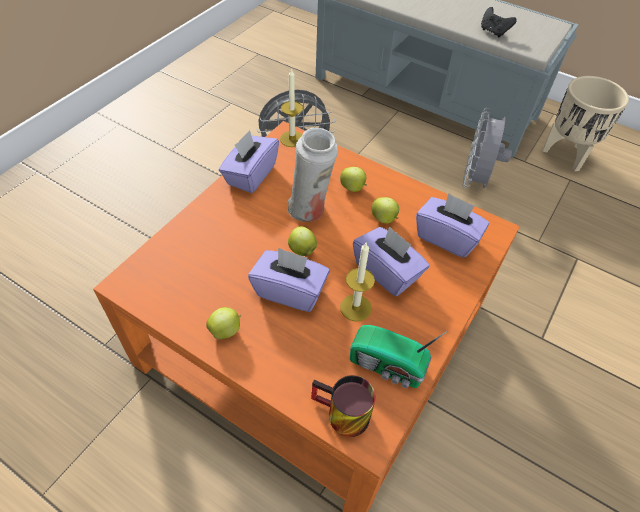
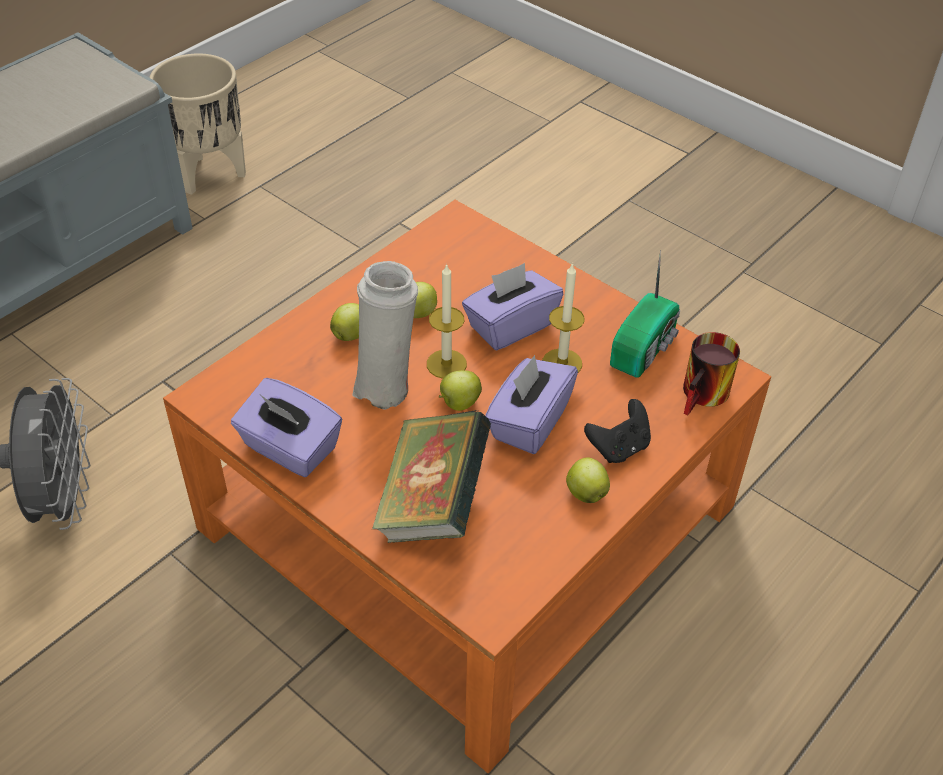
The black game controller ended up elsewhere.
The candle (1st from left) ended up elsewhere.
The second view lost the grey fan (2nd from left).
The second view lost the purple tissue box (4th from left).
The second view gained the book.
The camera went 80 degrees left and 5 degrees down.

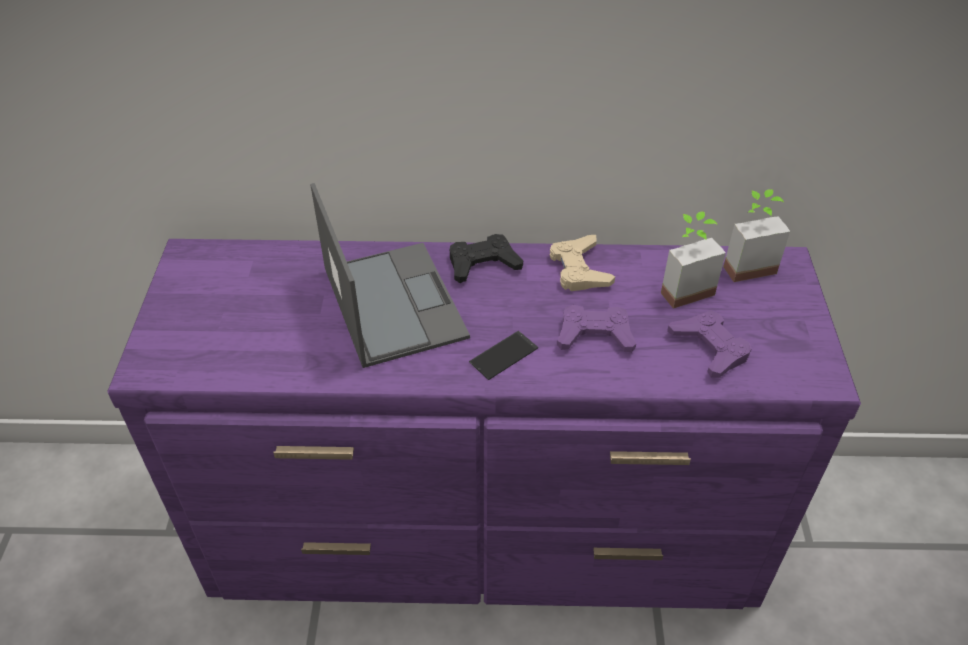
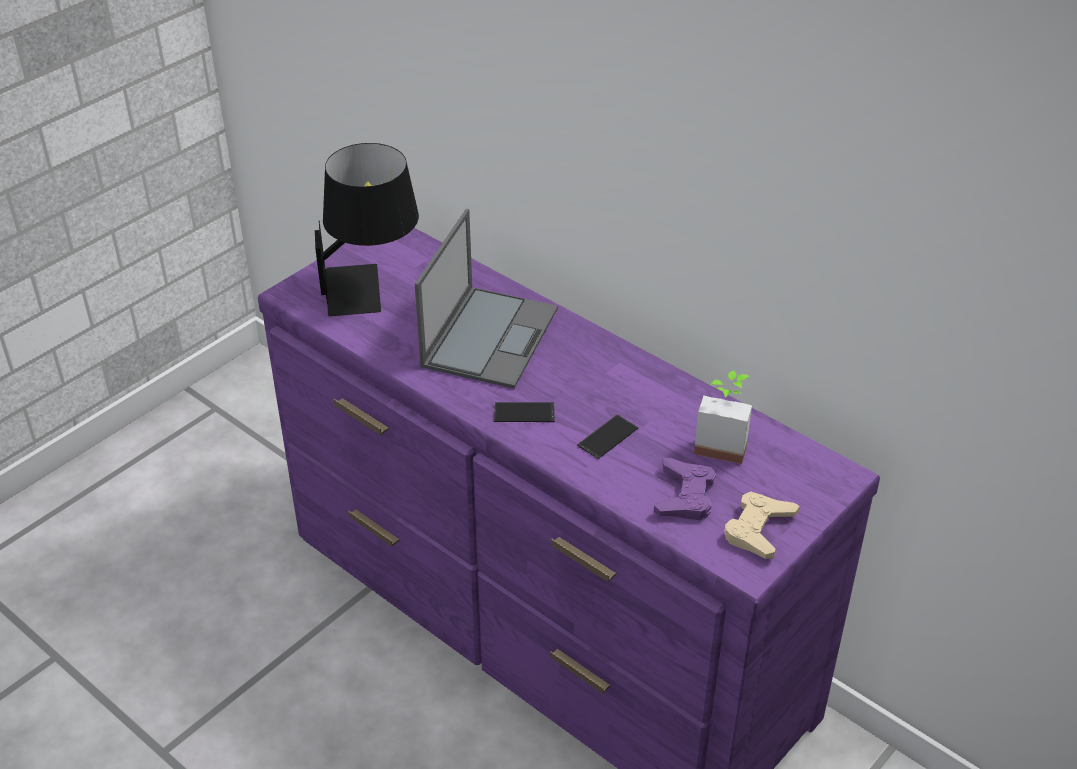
The second view lost the potted plant (2nd from left).
The second view lost the black game controller.
The beige game controller ended up elsewhere.
Where the purple game controller (1st from left) stood, the phone (2nd from left) came to stand.
The second view gained the black table lamp.
The camera went 40 degrees right and 5 degrees down.

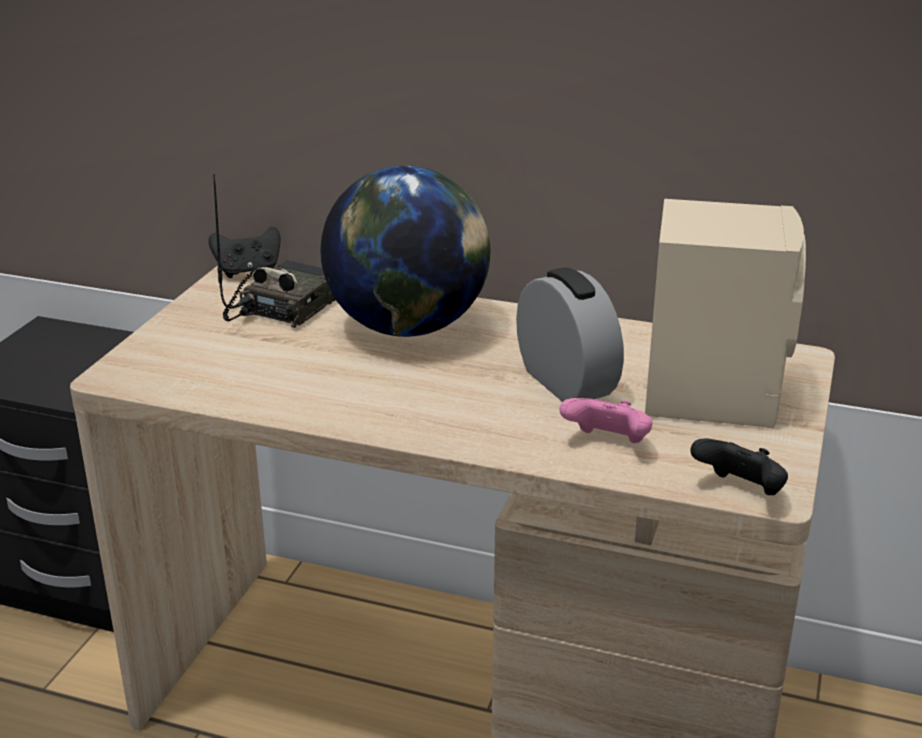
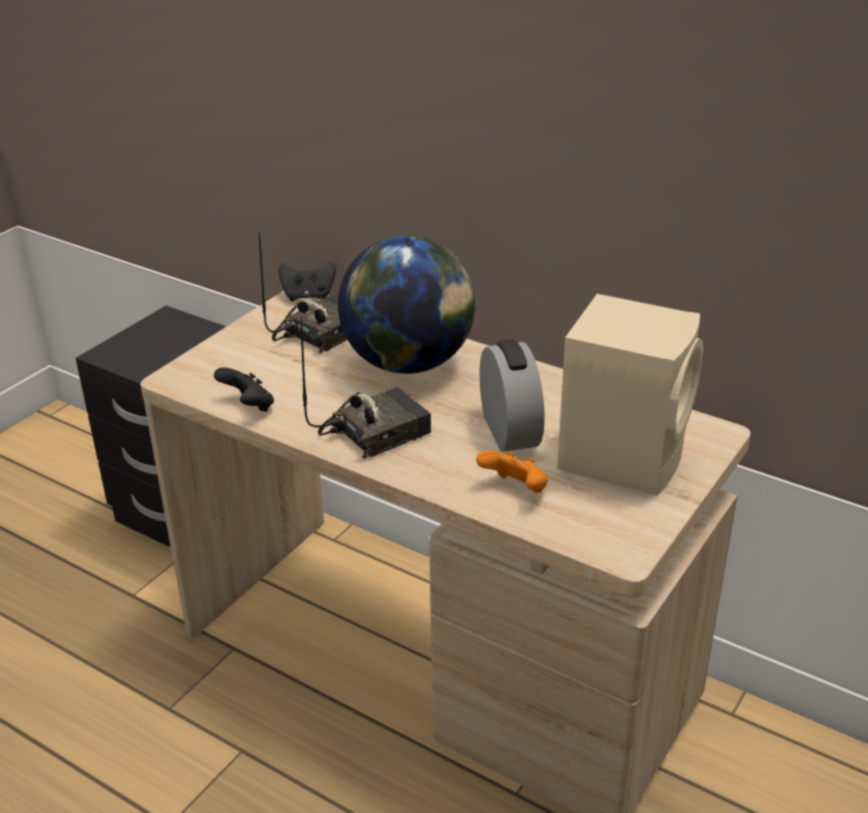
What was the pink game controller turned into the orange game controller.
The black game controller (2nd from left in the first image) ended up elsewhere.
The second view gained the radio (2nd from left).
The camera went 15 degrees right and 5 degrees up.

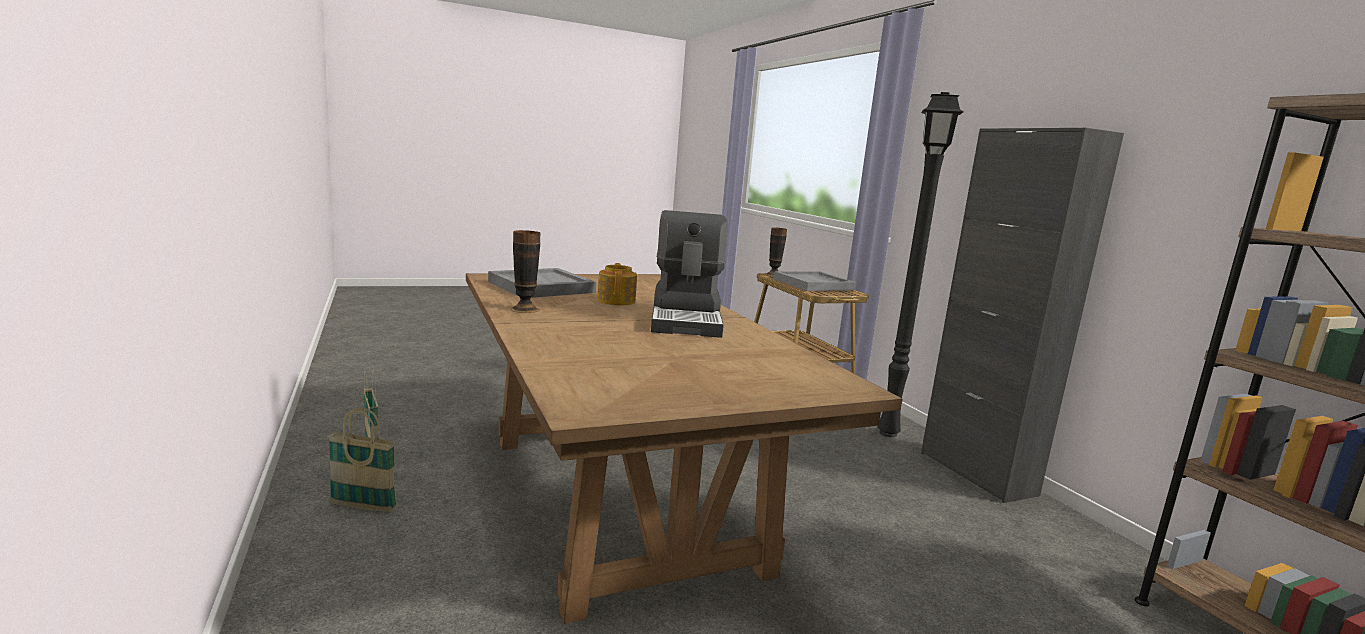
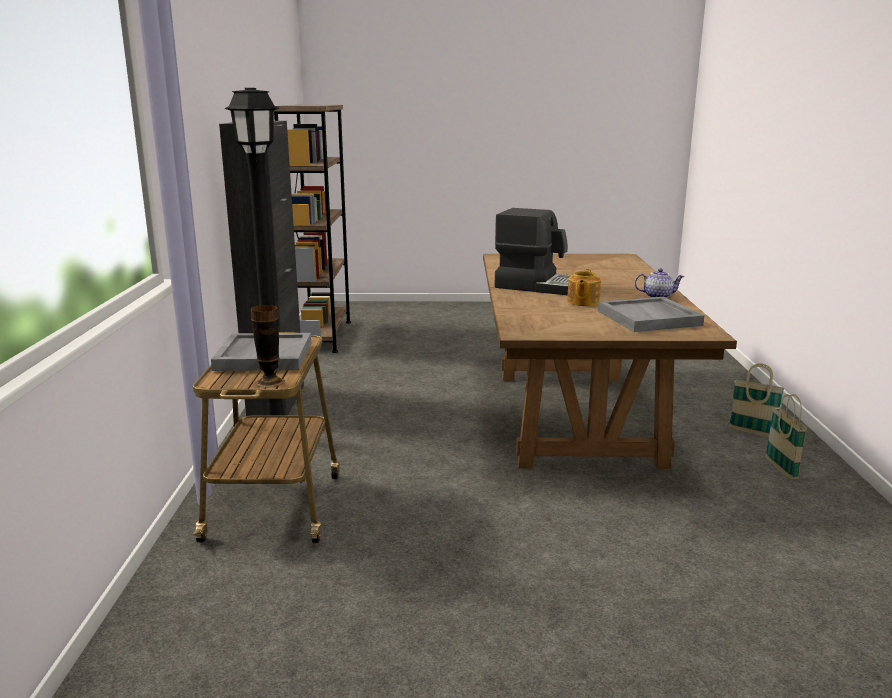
The coffee machine ended up facing another way, 90 degrees clockwise from before.
Where the vase (1st from left) stood, the teapot (2nd from left) came to stand.
The camera went 155 degrees left and 5 degrees up.

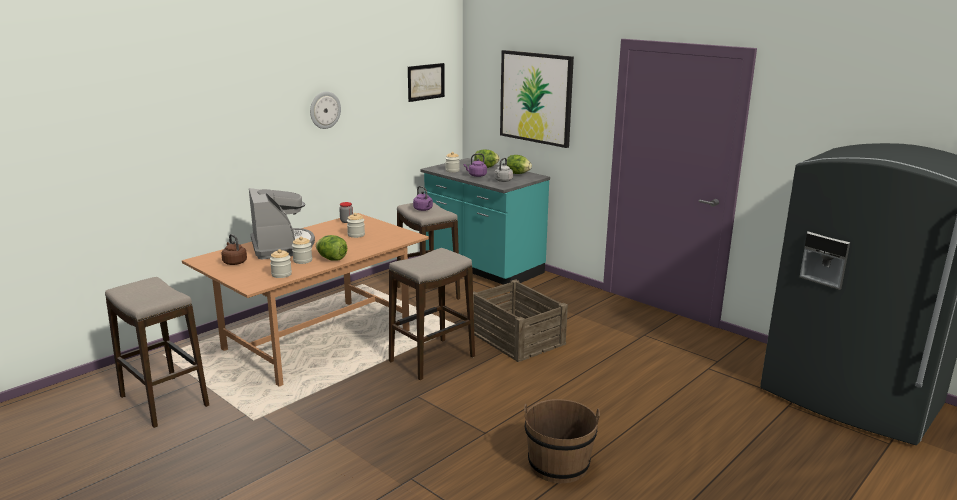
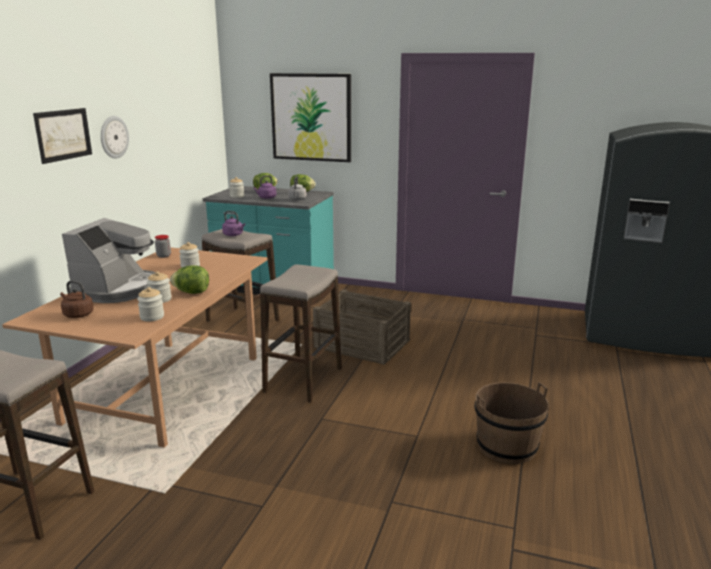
The picture (1st from left) ended up elsewhere.
The coffee machine ended up facing another way, 60 degrees clockwise from before.
The camera went 25 degrees left and 0 degrees up.

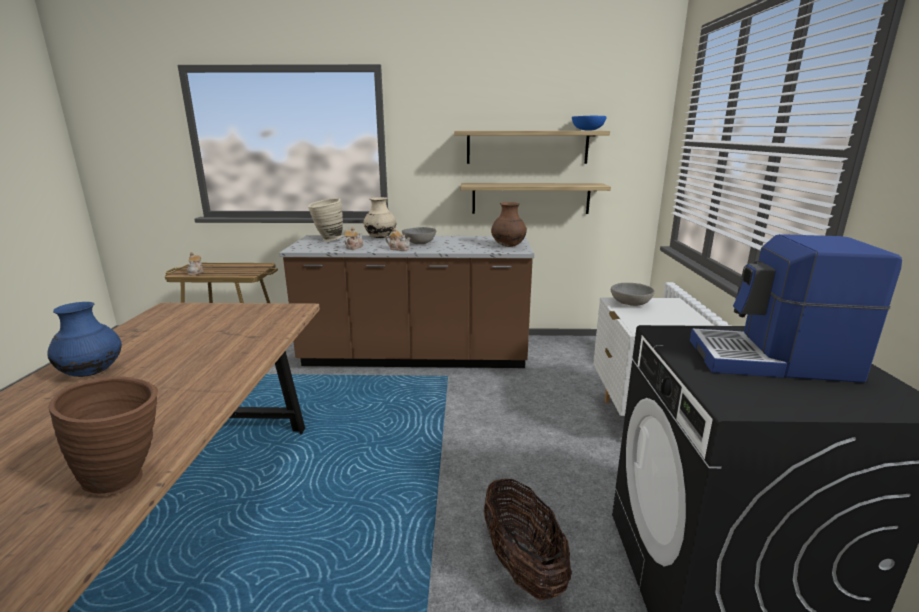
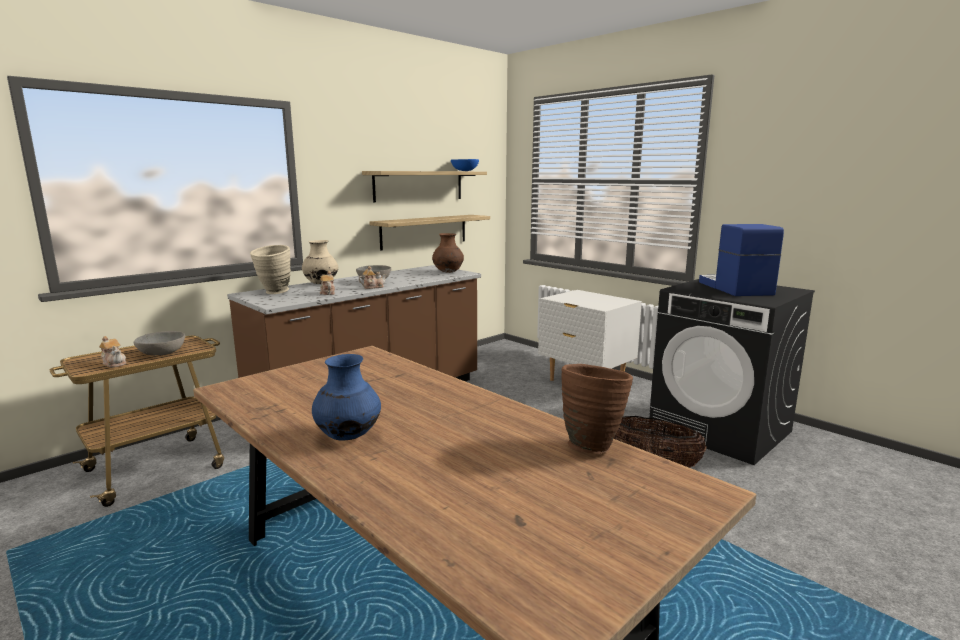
The coffee machine ended up facing another way, 120 degrees clockwise from before.
The grey bowl (2nd from left in the first image) ended up elsewhere.
The camera went 45 degrees left and 5 degrees down.

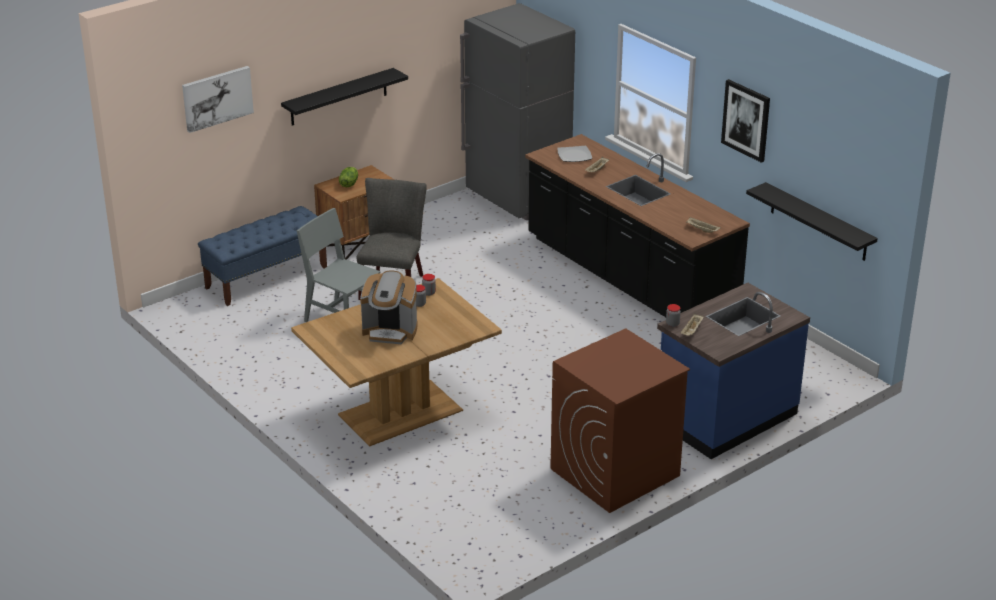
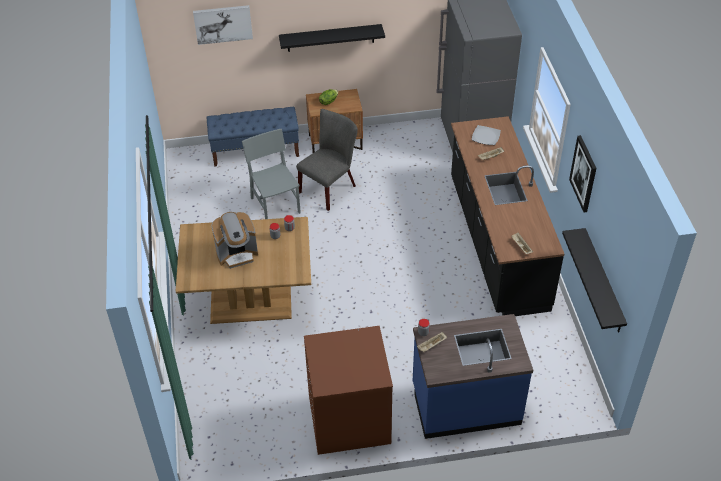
The coffee machine ended up facing another way, 60 degrees counterclockwise from before.
The camera went 30 degrees right and 15 degrees up.

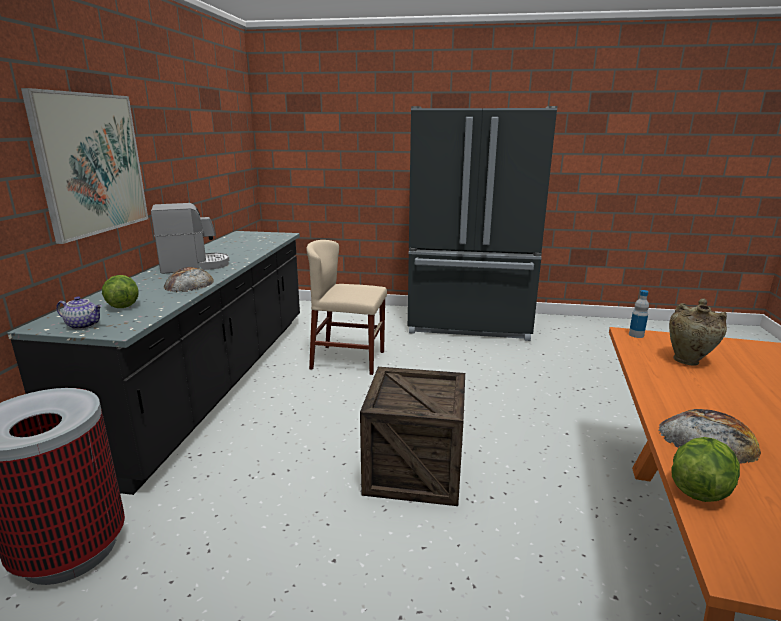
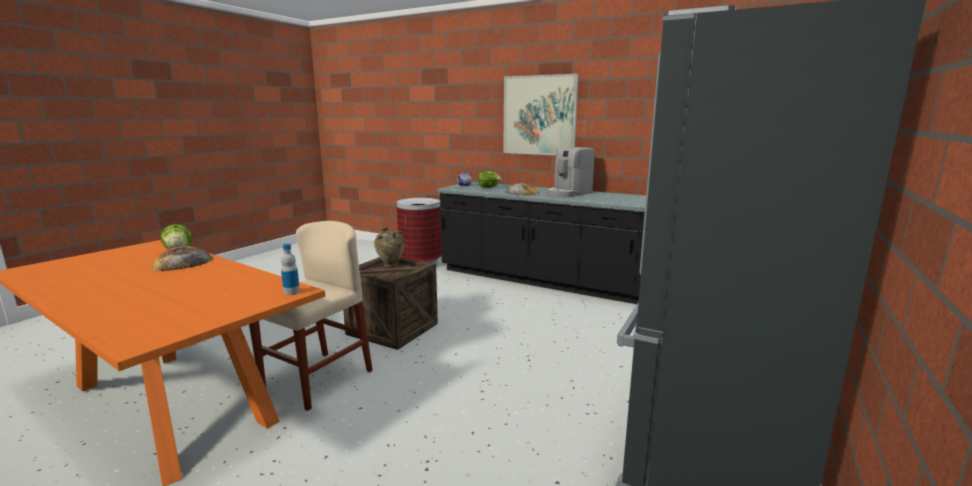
The coffee machine ended up facing another way, 45 degrees clockwise from before.
The beige chair ended up elsewhere.
The beige vase ended up elsewhere.
The camera went 110 degrees right and 5 degrees down.

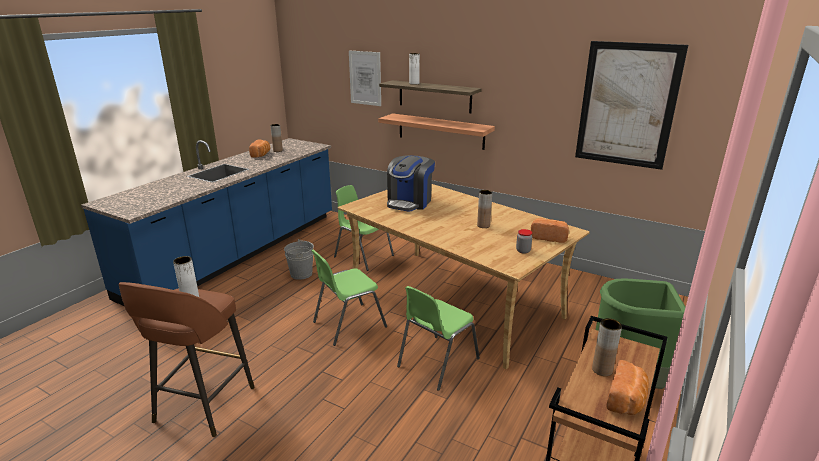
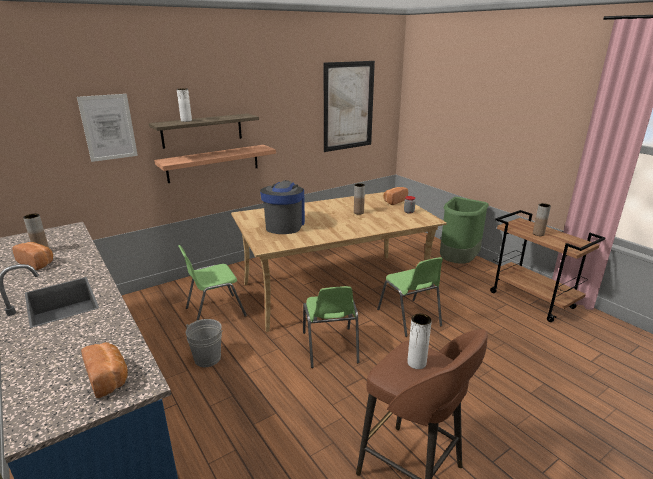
The coffee machine ended up facing another way, 135 degrees counterclockwise from before.
The bread (3rd from left in the first image) ended up elsewhere.
The camera went 65 degrees left and 0 degrees up.

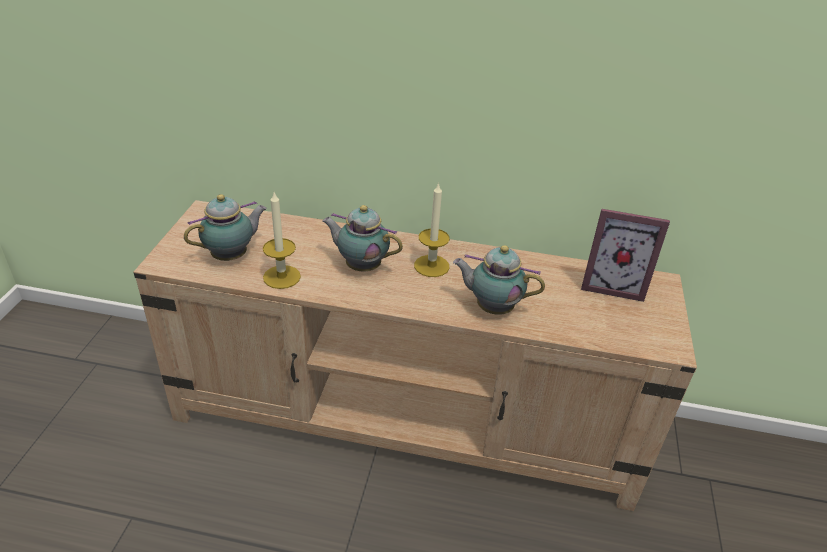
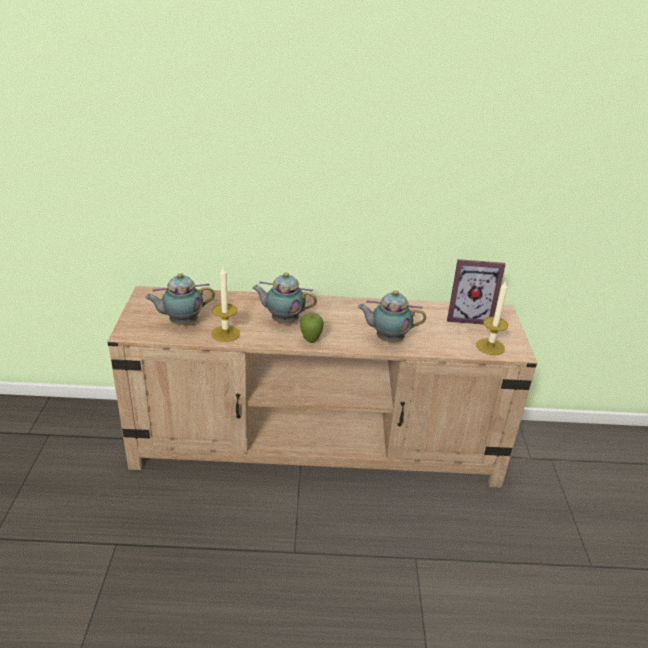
The candle (2nd from left) ended up elsewhere.
The teapot (1st from left) ended up facing another way, 150 degrees counterclockwise from before.
The second view gained the apple.
The camera went 10 degrees left and 5 degrees down.

